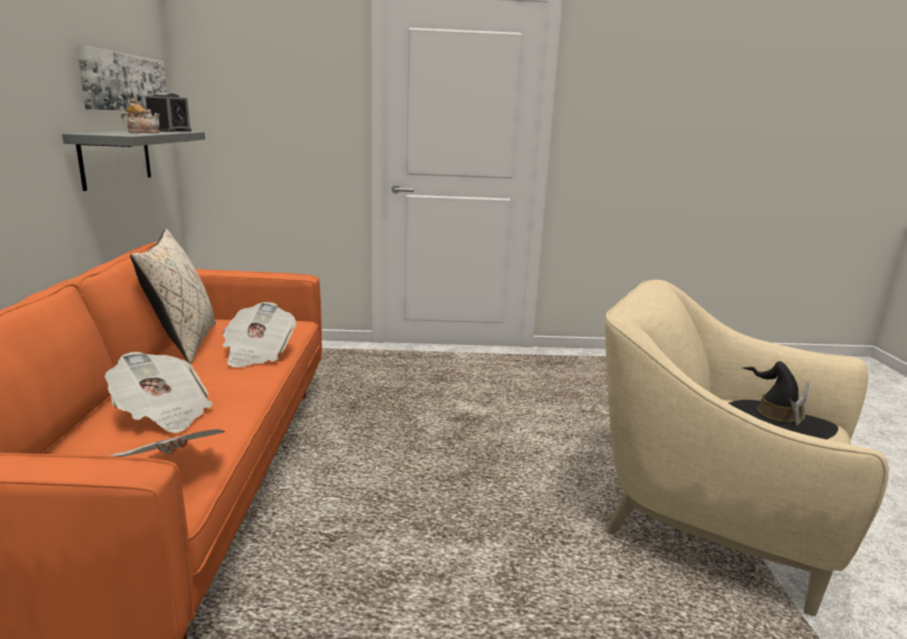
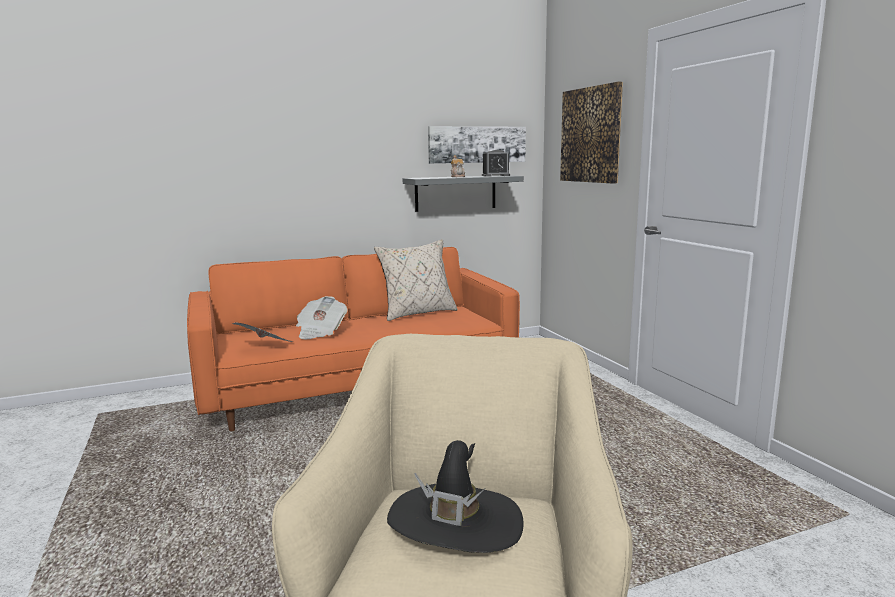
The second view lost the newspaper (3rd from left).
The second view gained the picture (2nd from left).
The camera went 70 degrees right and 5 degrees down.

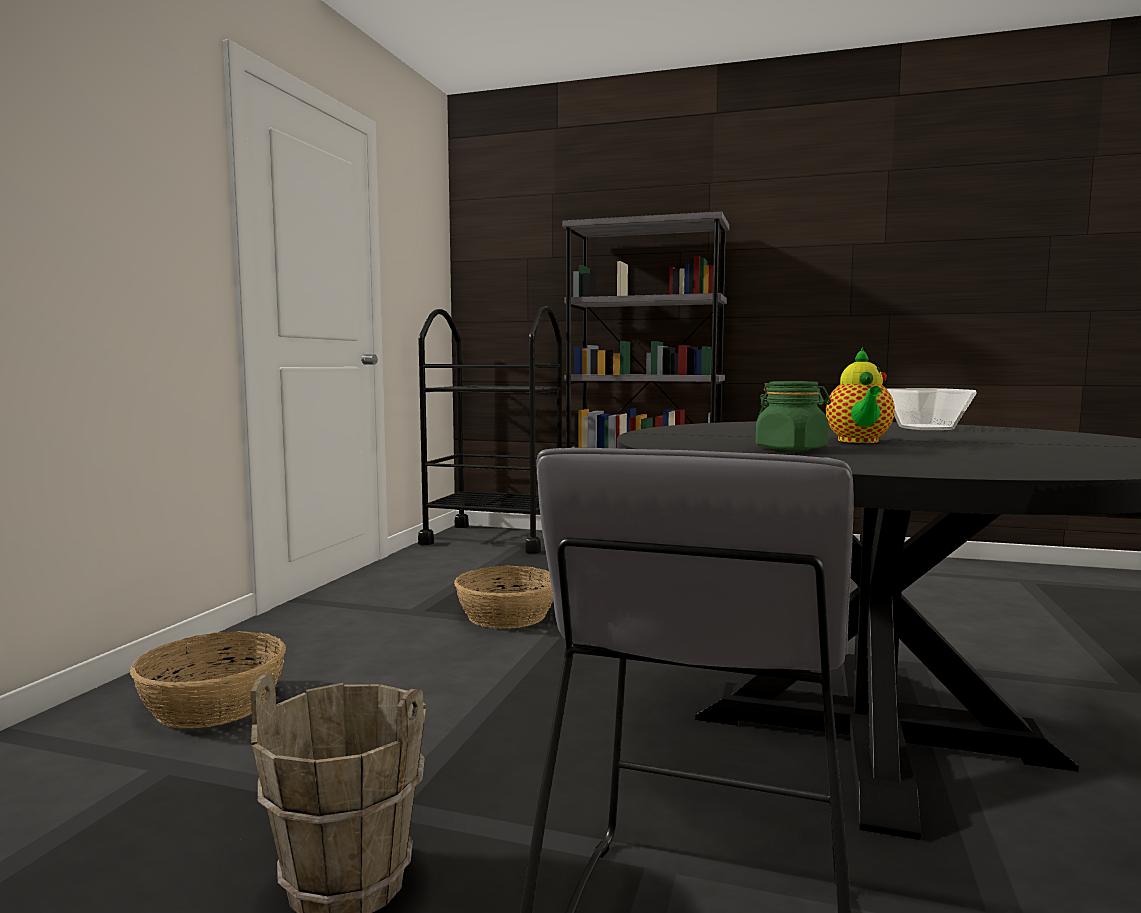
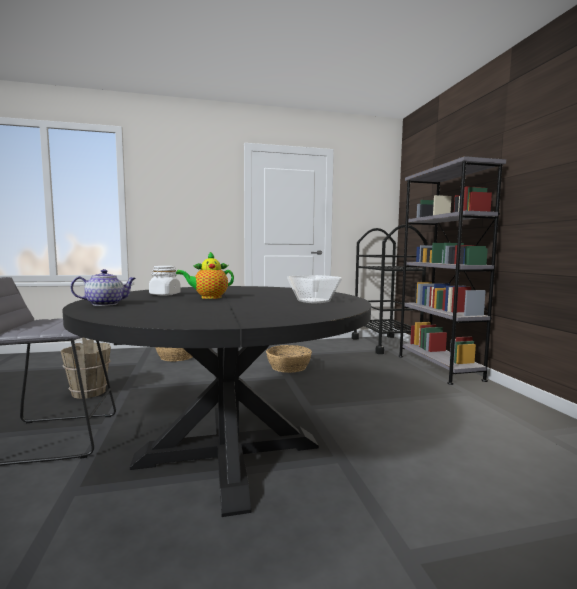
What was the green jar turned into the white jar.
The second view gained the teapot (1st from left).
The camera went 60 degrees right and 0 degrees up.

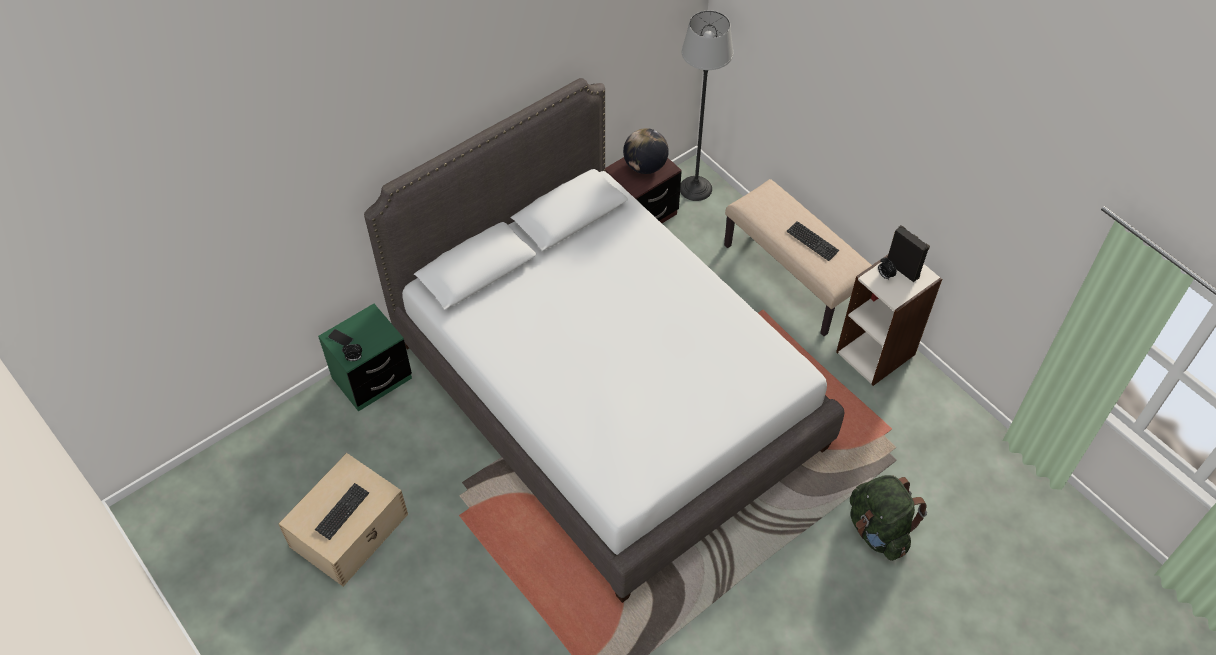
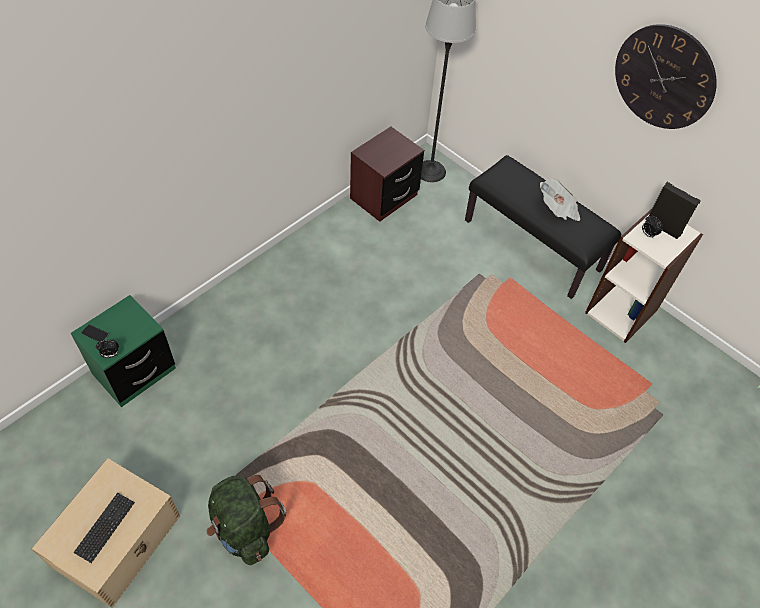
The second view lost the white bed.
The second view lost the globe.
What was the beige bench turned into the black bench.
Where the keyboard (2nd from left) stood, the newspaper came to stand.
The green backpack ended up elsewhere.
The second view gained the wall clock.
The camera went 10 degrees left and 0 degrees up.

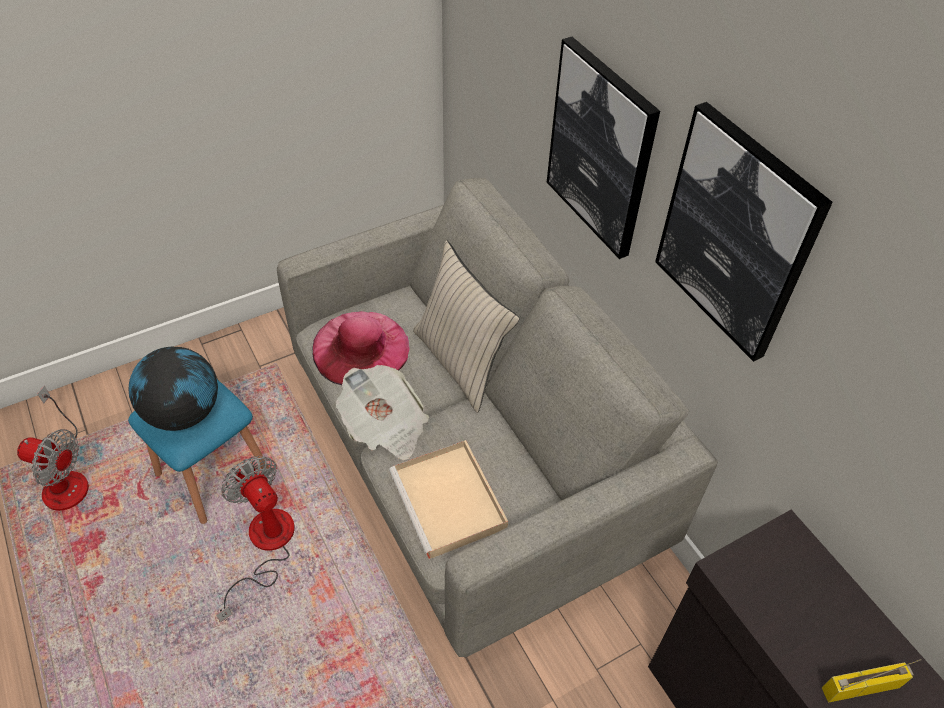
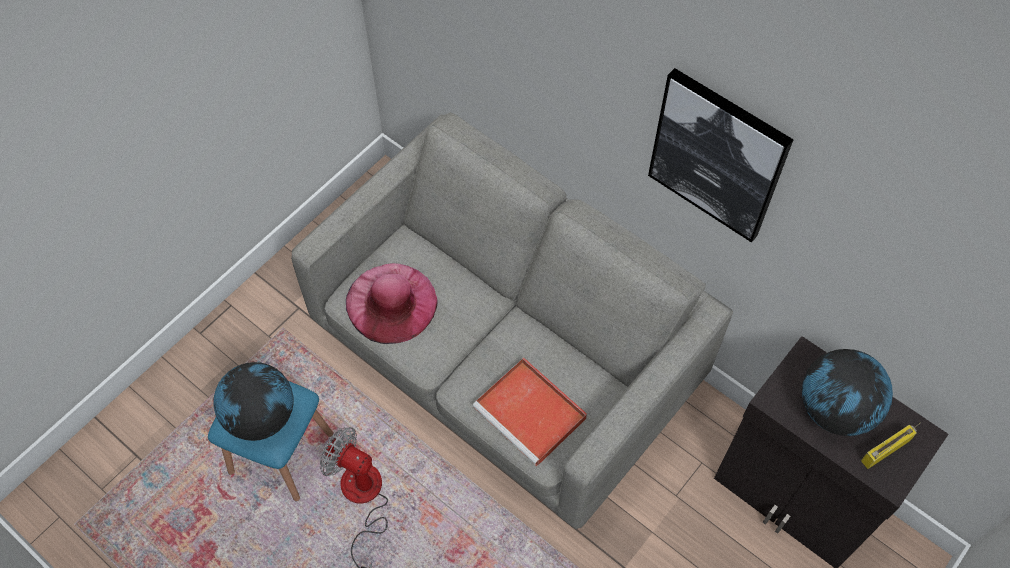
The second view lost the picture (1st from left).
The second view lost the beige pillow.
The second view lost the newspaper.
The second view lost the fan (1st from left).
What was the beige tray turned into the red tray.
The second view gained the globe (2nd from left).
The camera went 20 degrees left and 10 degrees up.

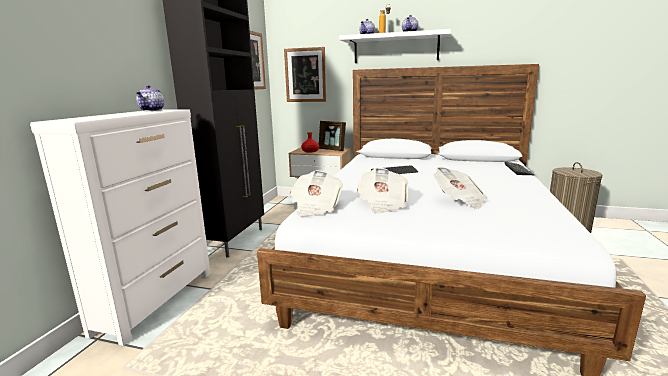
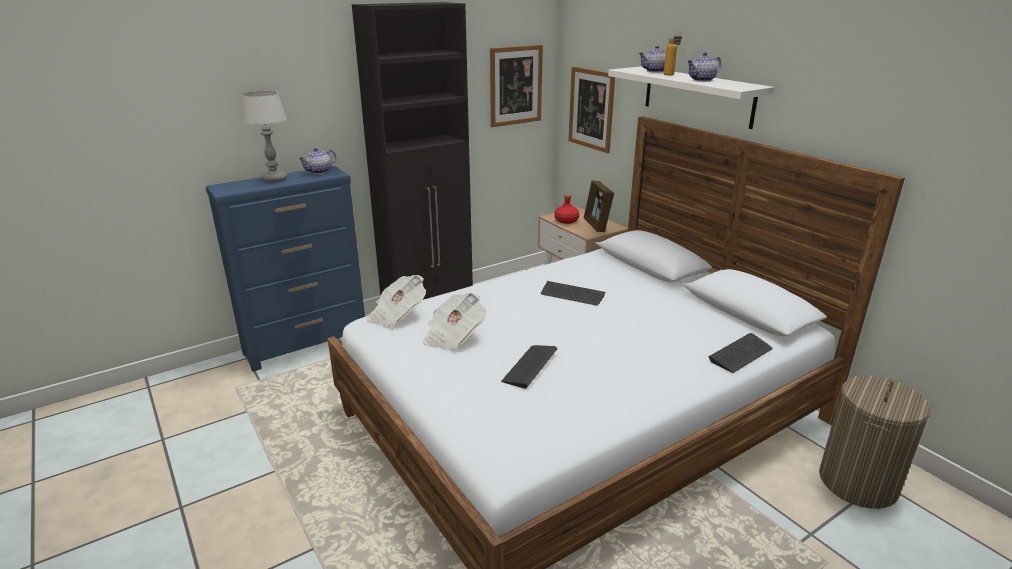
What was the white dresser turned into the blue dresser.
Where the newspaper (3rd from left) stood, the keyboard (1st from left) came to stand.
The second view gained the table lamp.
The camera went 40 degrees right and 10 degrees up.

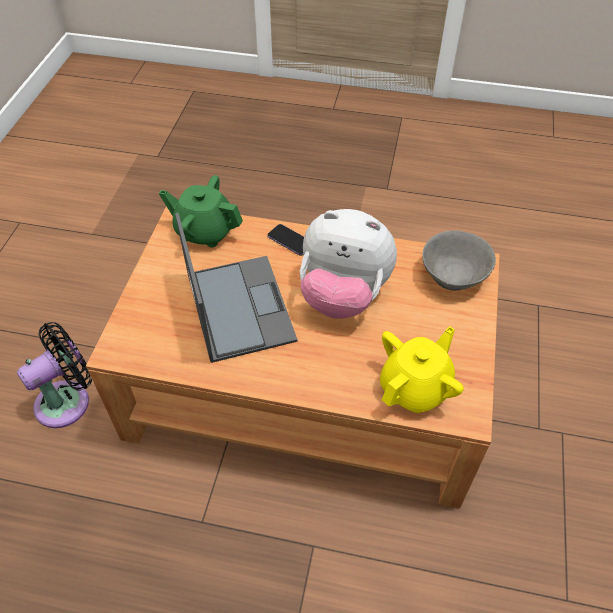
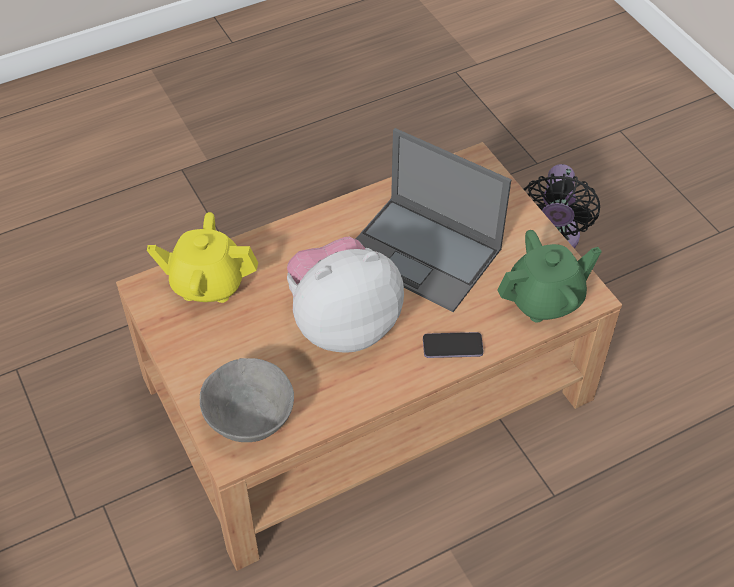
The yellow teapot ended up facing another way, 90 degrees clockwise from before.
The camera went 140 degrees right and 0 degrees up.

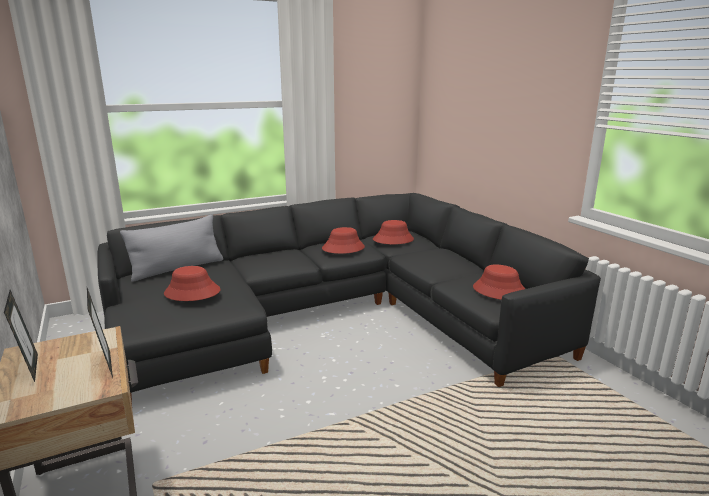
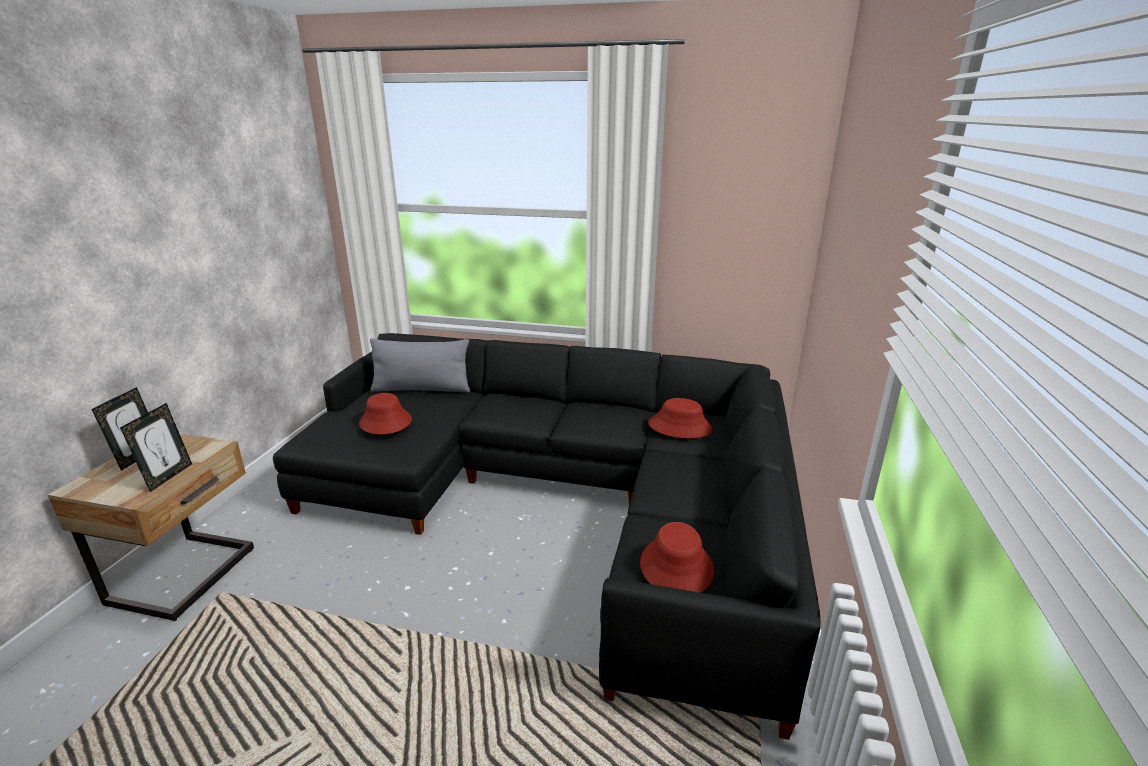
The second view lost the red hat (2nd from left).
The camera went 40 degrees right and 5 degrees up.

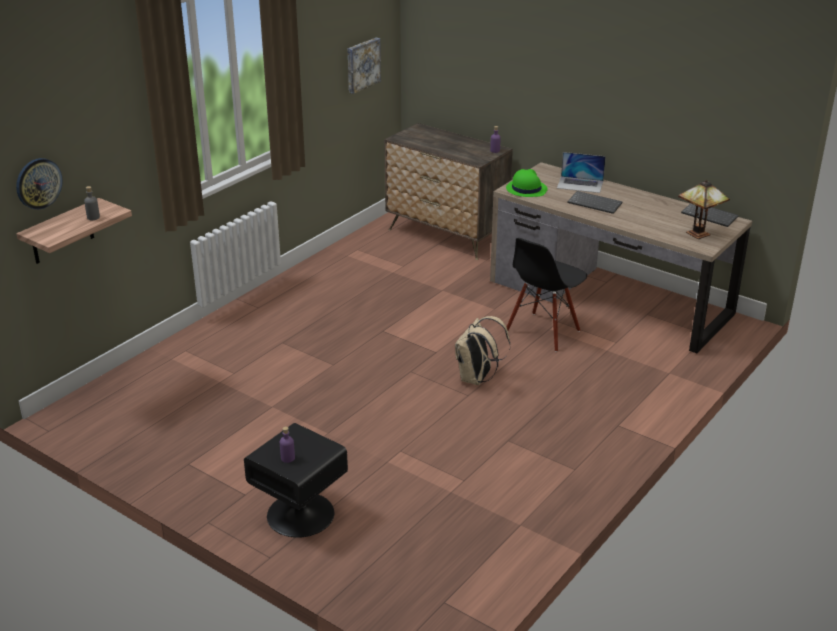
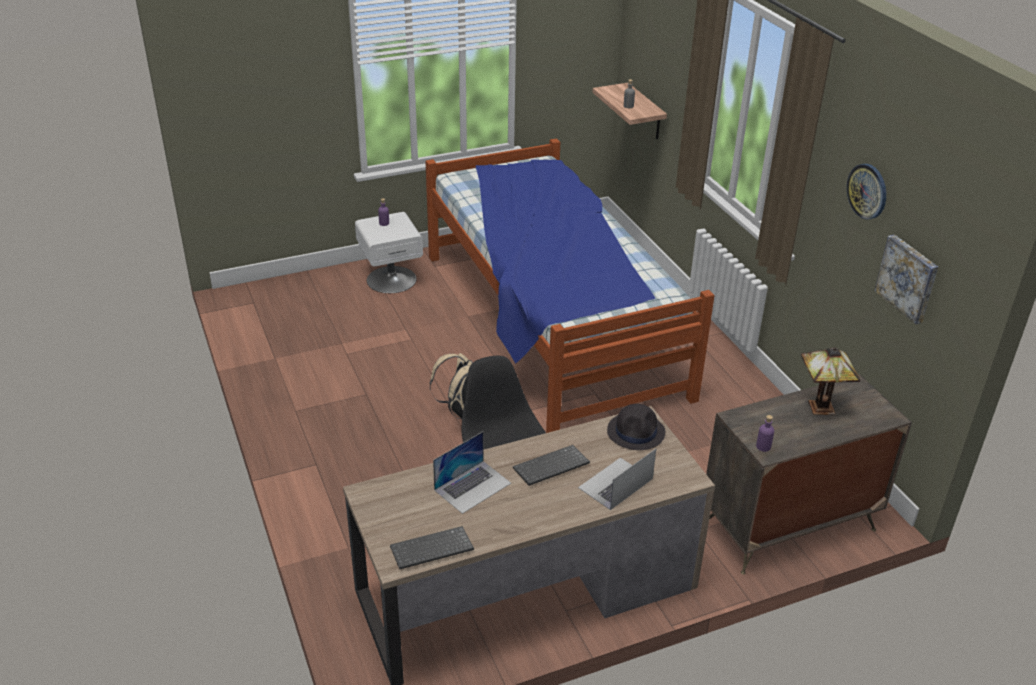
The wall clock ended up elsewhere.
What was the green hat turned into the black hat.
The table lamp ended up elsewhere.
What was the black nightstand turned into the white nightstand.
The second view gained the bed.
The second view gained the laptop (1st from left).
The camera went 120 degrees right and 5 degrees up.

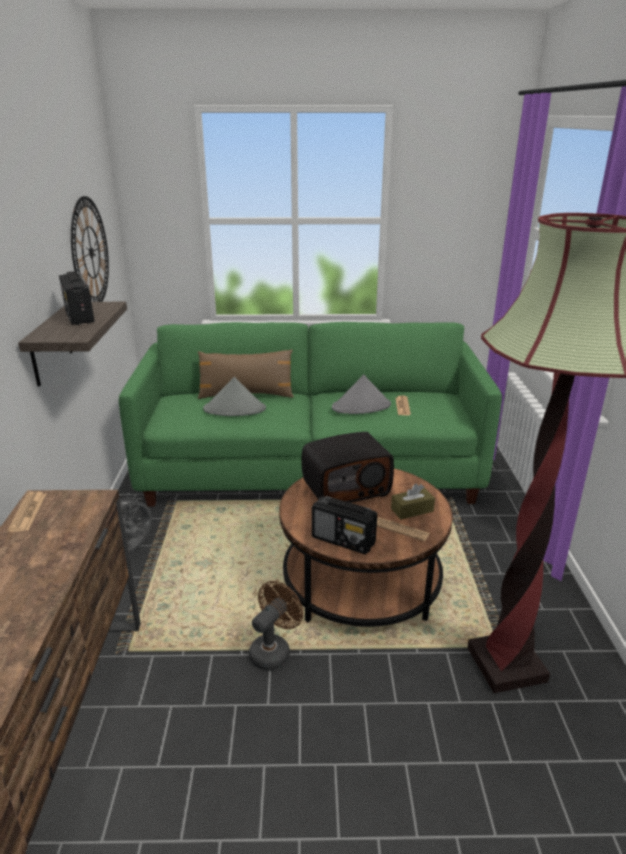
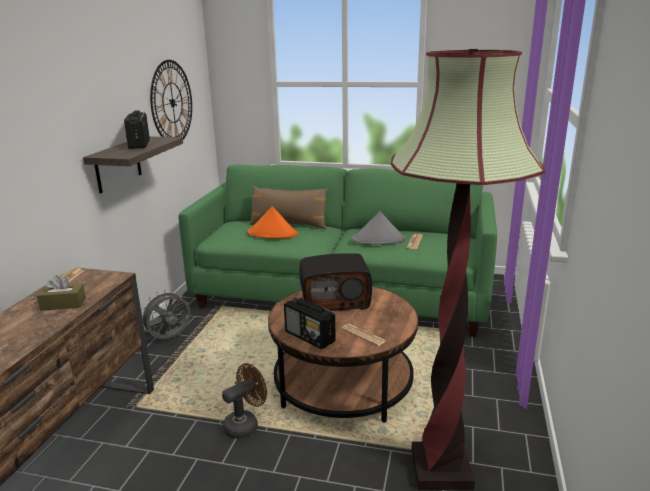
What was the grey hat (1st from left) turned into the orange hat.
The brown tissue box ended up elsewhere.
The camera went 15 degrees right and 5 degrees down.

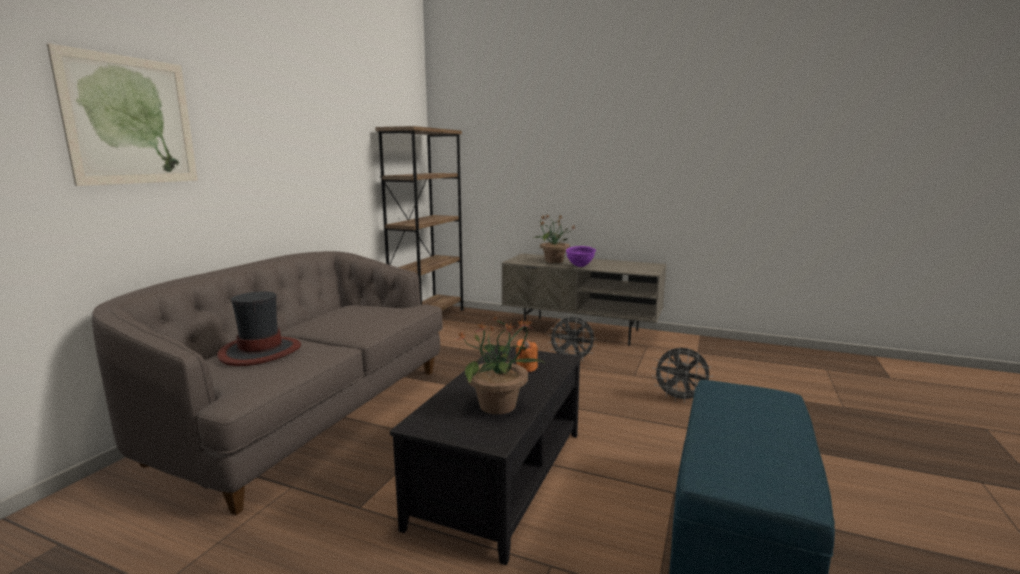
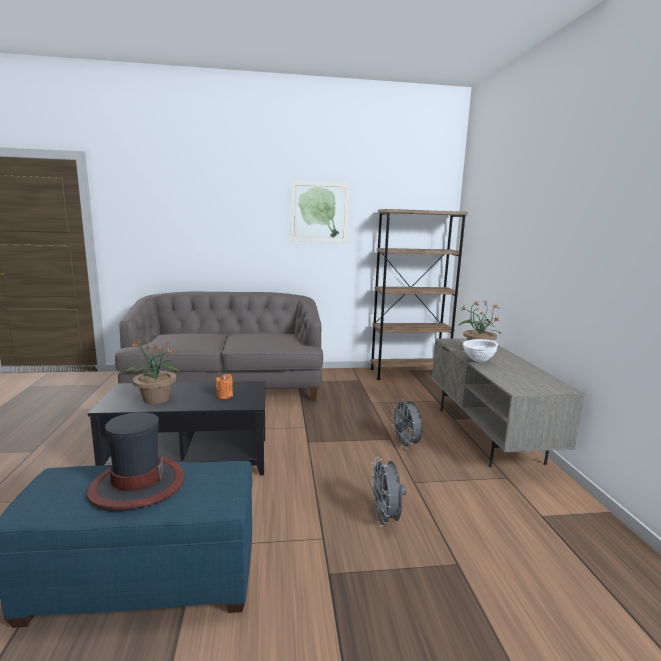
The picture ended up elsewhere.
What was the purple bowl turned into the white bowl.
The hat ended up elsewhere.
The camera went 60 degrees right and 0 degrees up.

